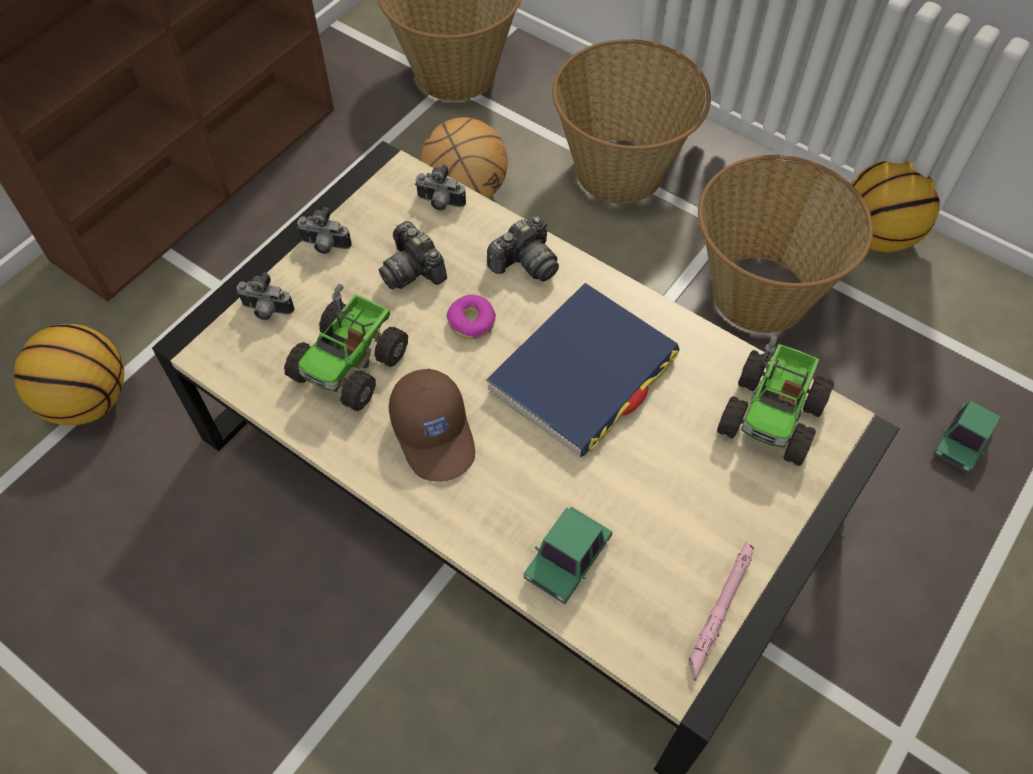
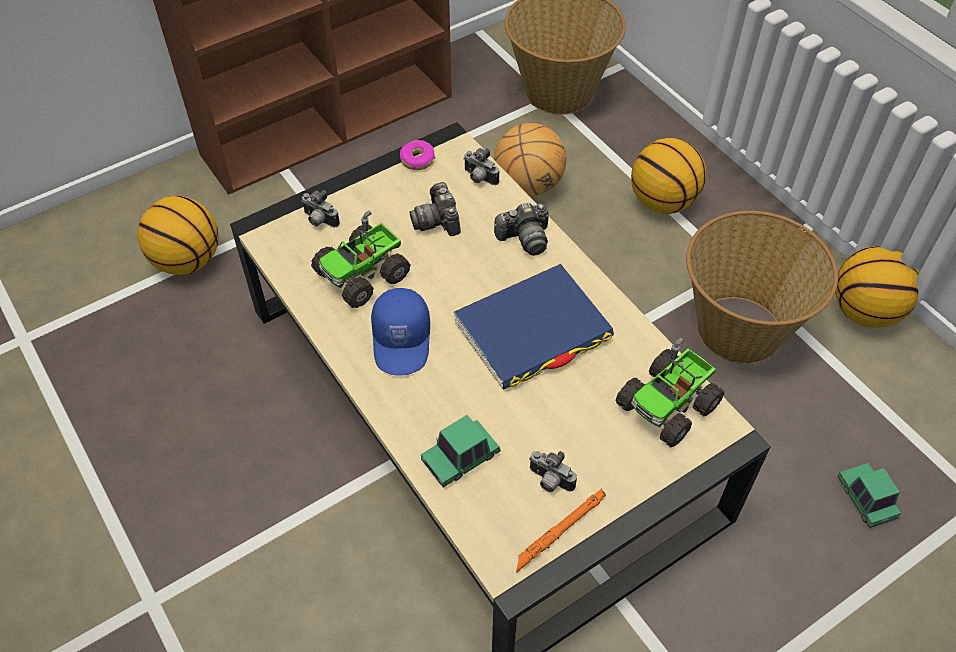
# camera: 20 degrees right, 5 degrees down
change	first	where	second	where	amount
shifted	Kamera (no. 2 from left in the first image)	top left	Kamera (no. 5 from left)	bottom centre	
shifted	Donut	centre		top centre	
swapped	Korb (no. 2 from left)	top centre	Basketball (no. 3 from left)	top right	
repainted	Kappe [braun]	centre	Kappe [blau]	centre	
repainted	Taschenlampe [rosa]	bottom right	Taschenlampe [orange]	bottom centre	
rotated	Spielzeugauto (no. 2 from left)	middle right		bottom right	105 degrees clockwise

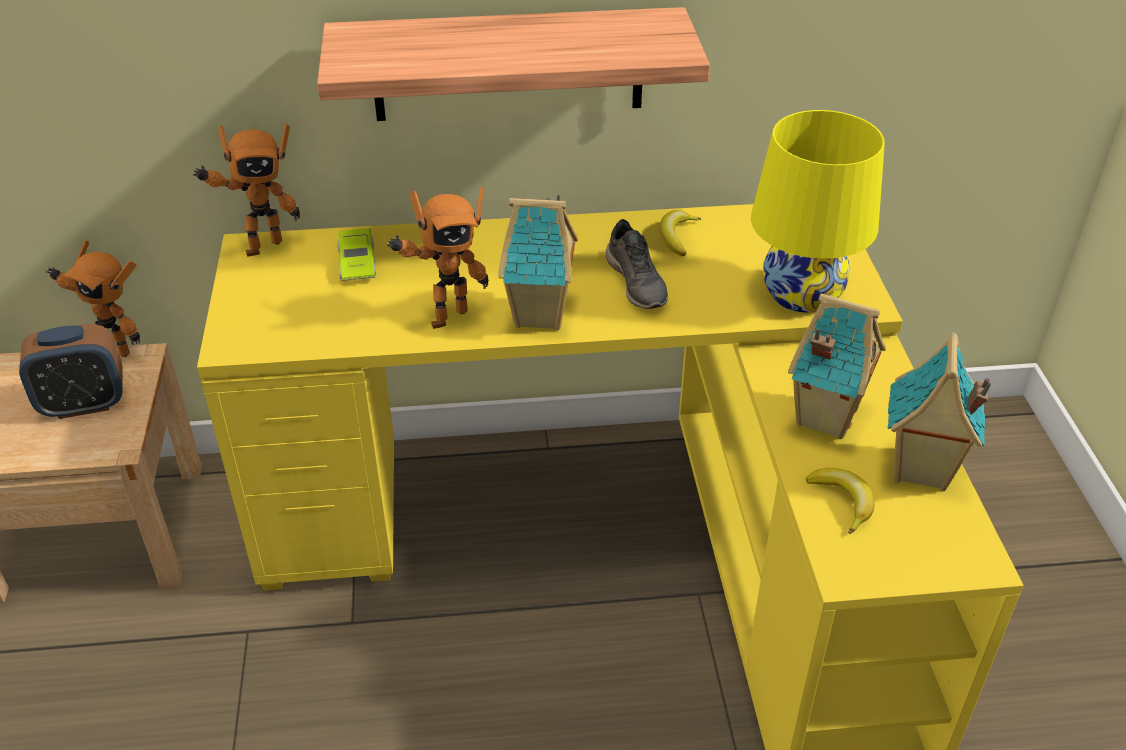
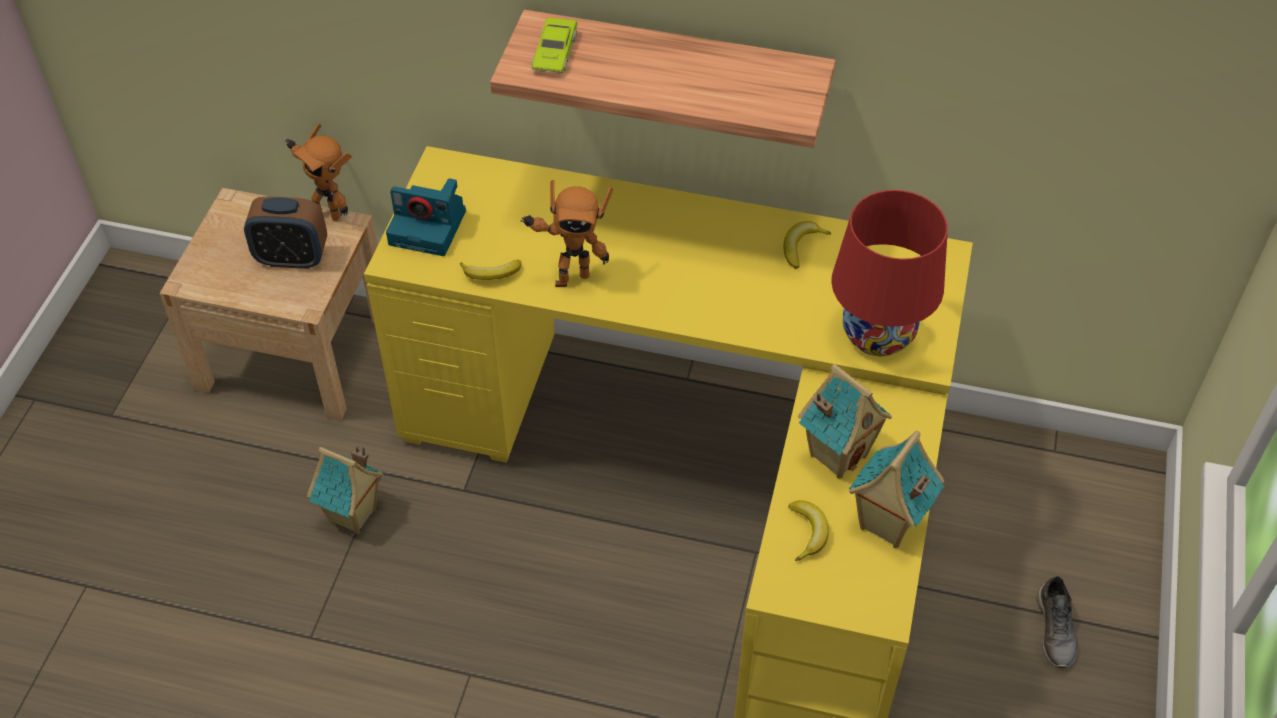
# camera: 20 degrees right, 10 degrees up
change	first	where	second	where	amount
gone	Spielzeugroboter (no. 2 from left)	top left			
new			Kamera	top centre	
new			Banane (no. 1 from left)	centre	
shifted	Spielzeugauto [grün]	middle left		top centre	
shifted	Spielzeughaus (no. 1 from left)	centre		bottom left	
shifted	Schuh [grau]	centre		bottom right	
repainted	Tischlampe [gelb]	top right	Tischlampe [rot]	middle right	

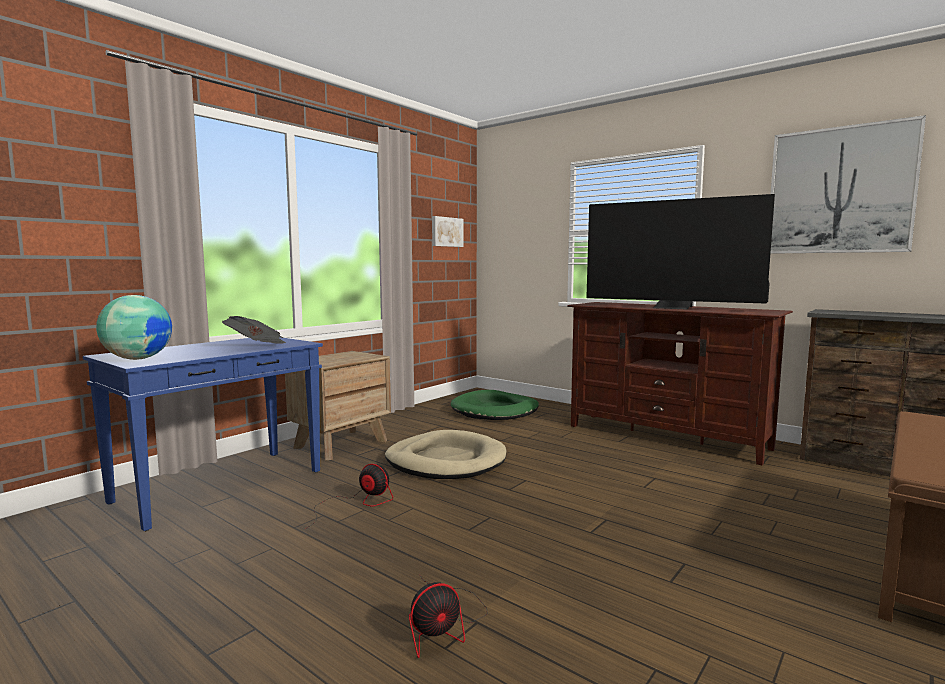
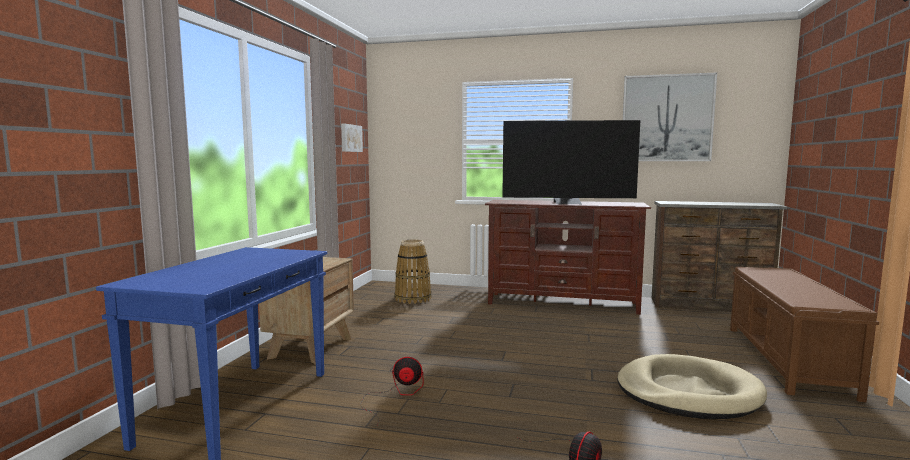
# camera: 25 degrees left, 0 degrees up
change	first	where	second	where	amount
gone	Globus	middle left			
gone	Zeitung	middle left			
shifted	Hundebett [beige]	centre		bottom right	
swapped	Hundebett [grün]	centre	Korb	centre	

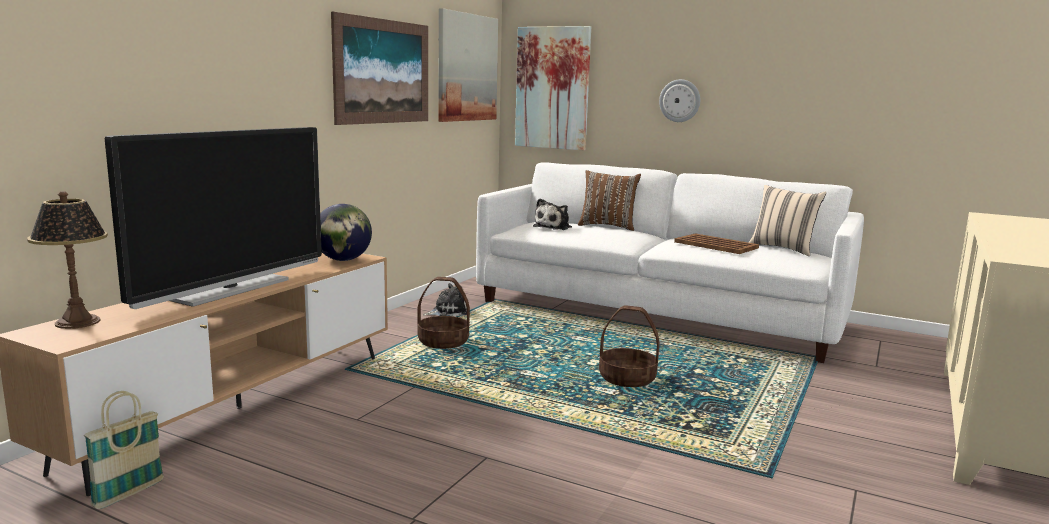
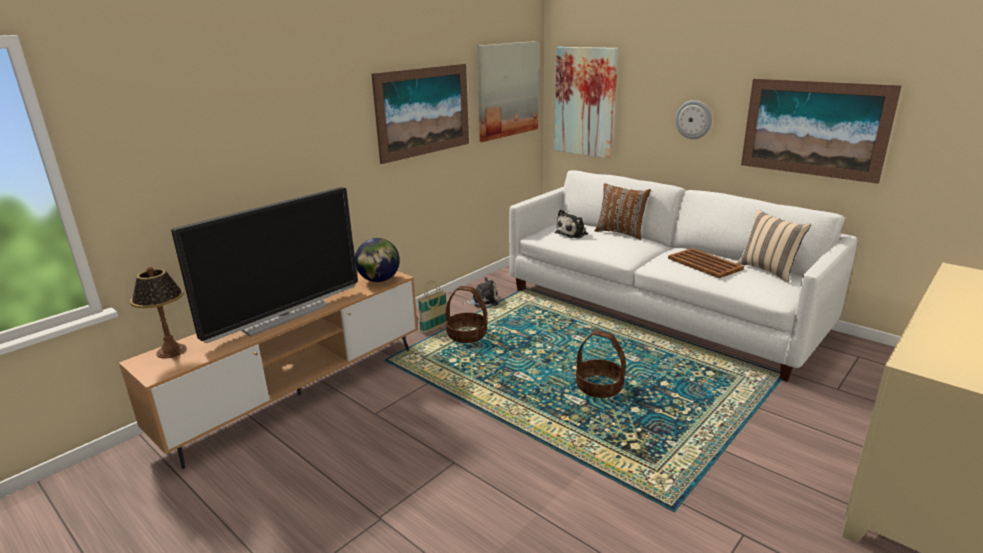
# camera: 15 degrees right, 10 degrees up
change	first	where	second	where	amount
new			Bild (no. 4 from left)	top right	
shifted	Korb (no. 1 from left)	bottom left		centre	

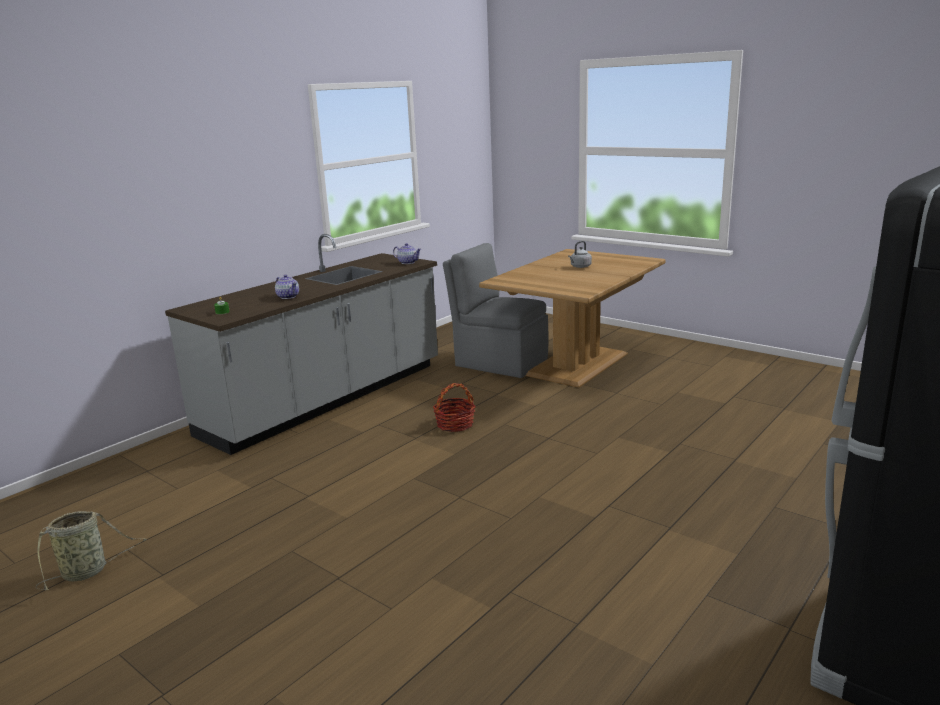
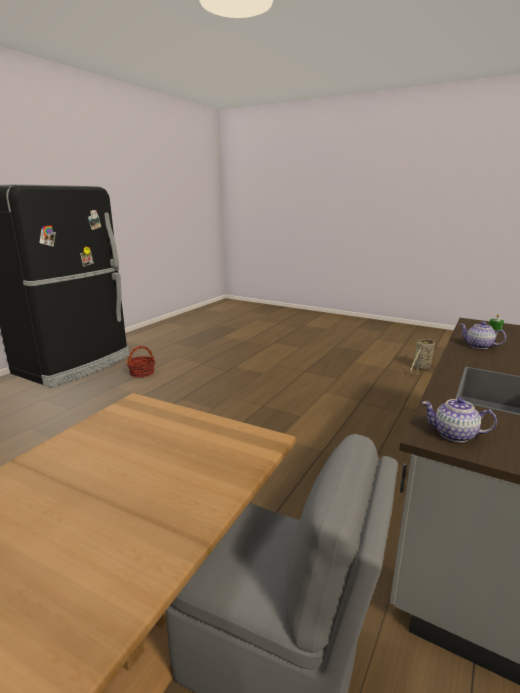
# camera: 170 degrees right, 0 degrees up
change	first	where	second	where	amount
gone	Wasserkessel [grau]	centre			
shifted	Korb (no. 2 from left in the first image)	centre	Korb (no. 1 from left)	middle left	

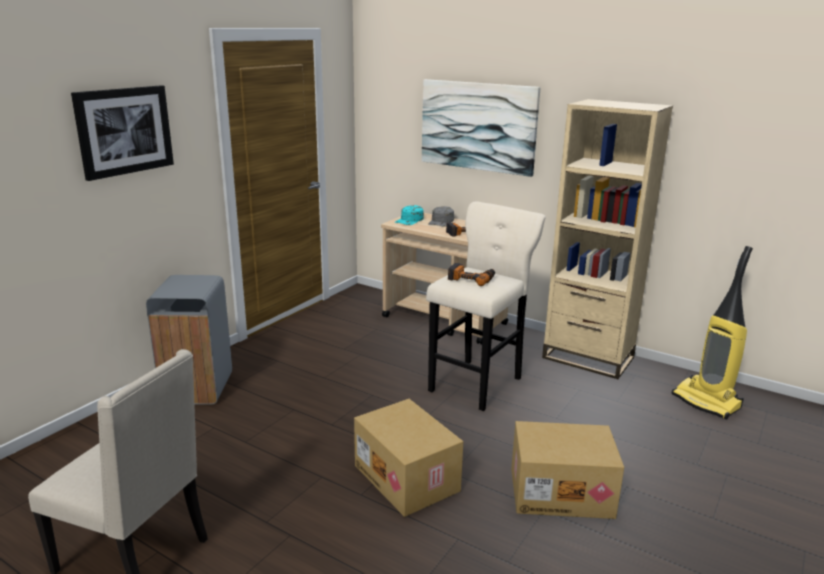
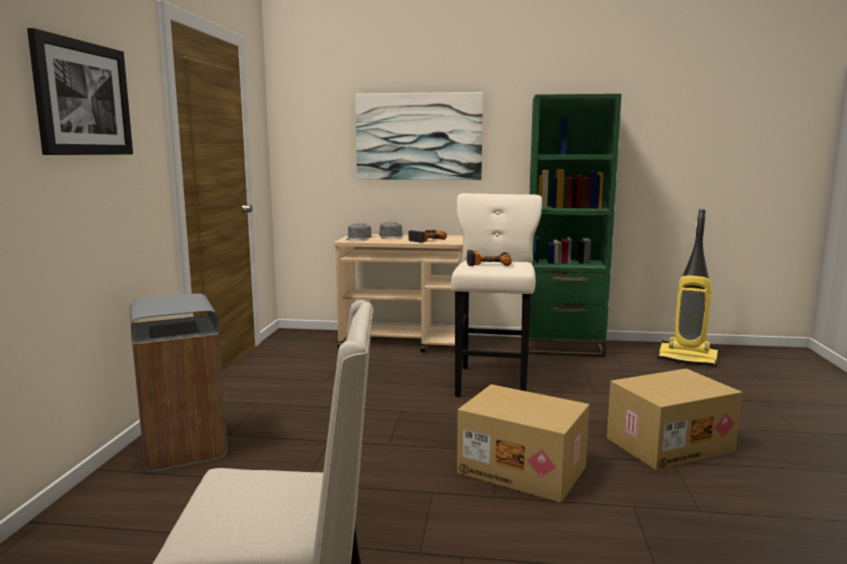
# camera: 25 degrees left, 10 degrees down
change	first	where	second	where	amount
repainted	Kappe [türkis]	centre	Kappe [grau] (no. 1 from left)	centre	
repainted	Bücherregal [beige]	middle right	Bücherregal [grün]	middle right	

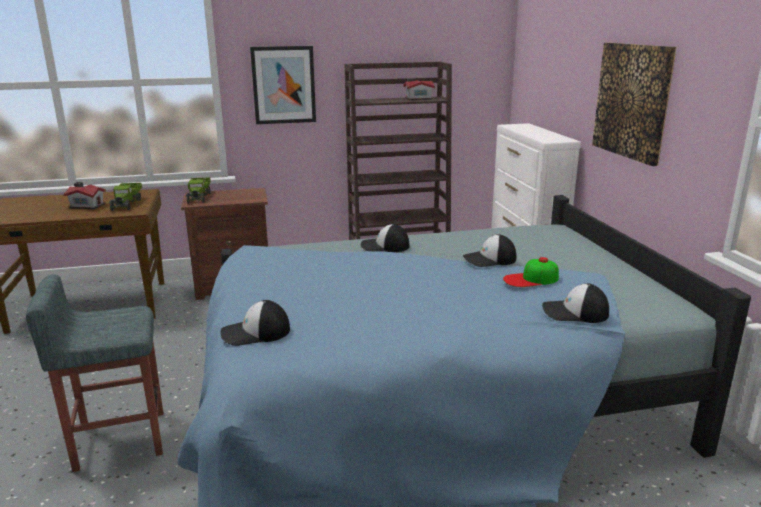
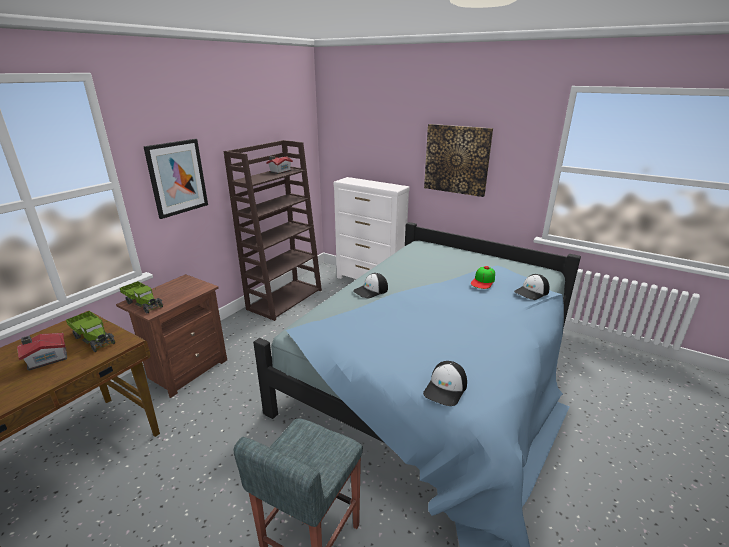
# camera: 45 degrees left, 5 degrees up
change	first	where	second	where	amount
gone	Kappe (no. 3 from left)	centre			

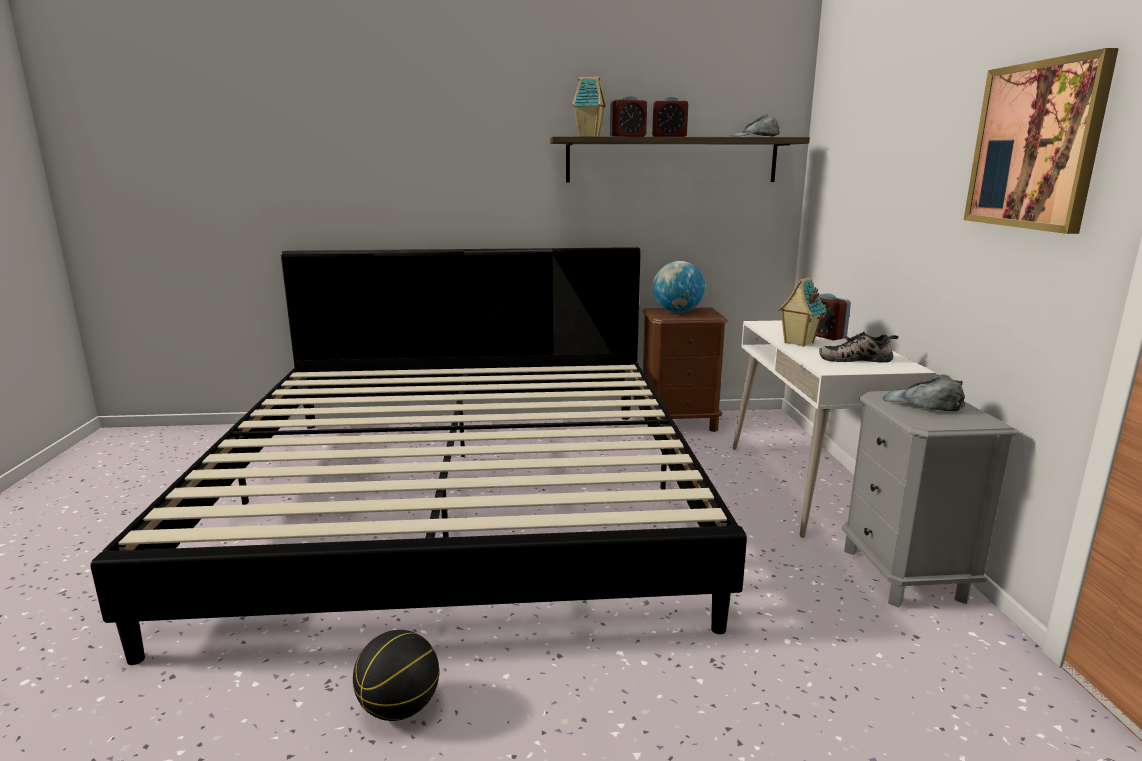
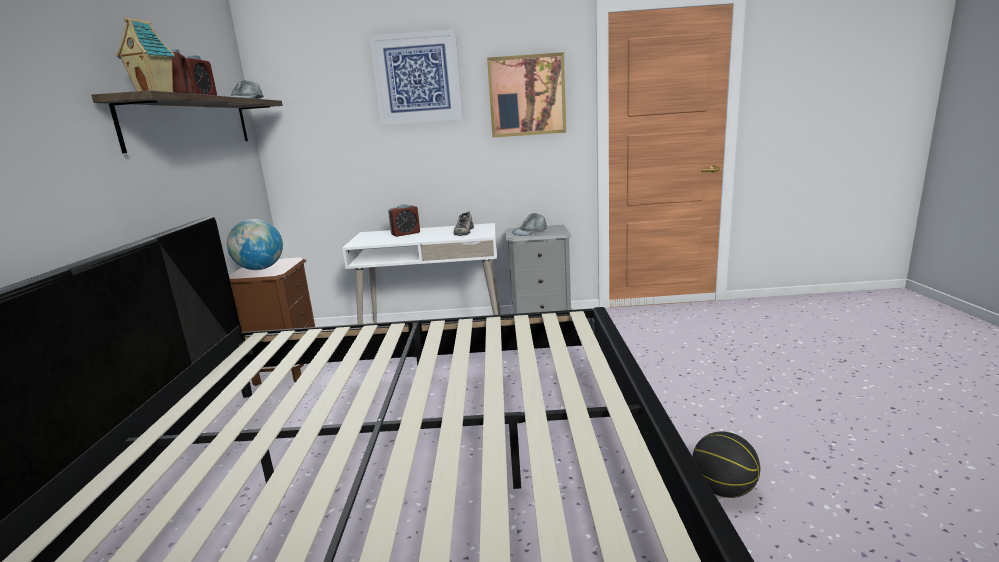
# camera: 85 degrees left, 0 degrees up
change	first	where	second	where	amount
gone	Spielzeughaus (no. 2 from left)	middle right			
new			Bild (no. 1 from left)	top centre	

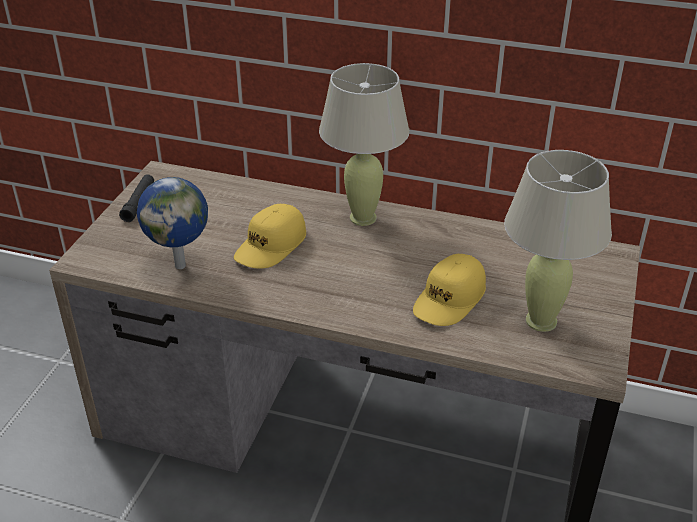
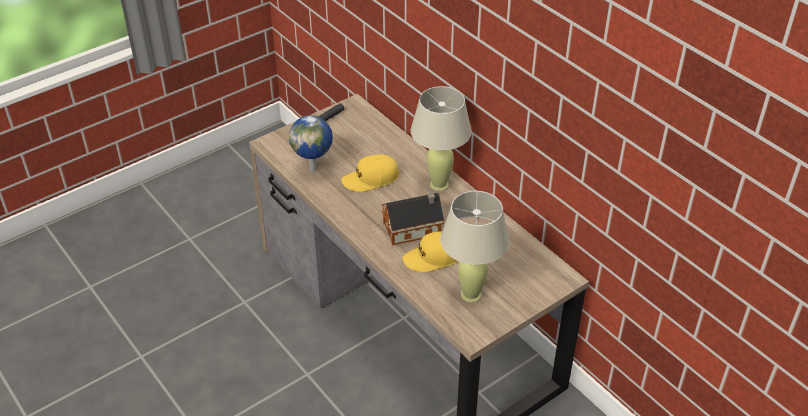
# camera: 35 degrees right, 5 degrees up
change	first	where	second	where	amount
new			Spielzeughaus	centre	

